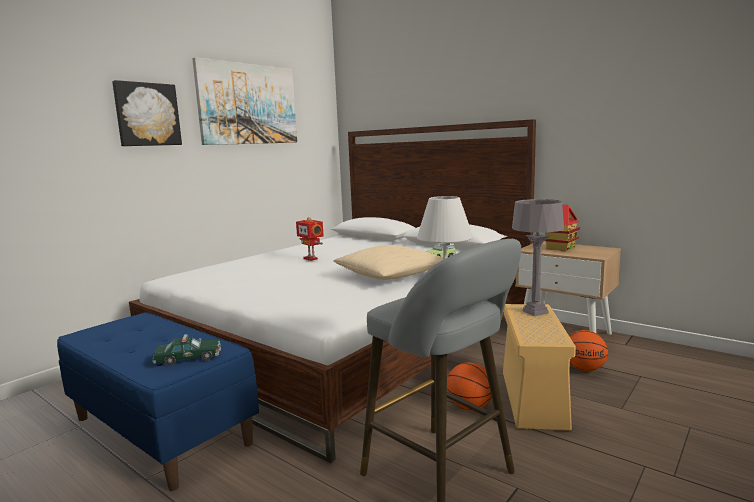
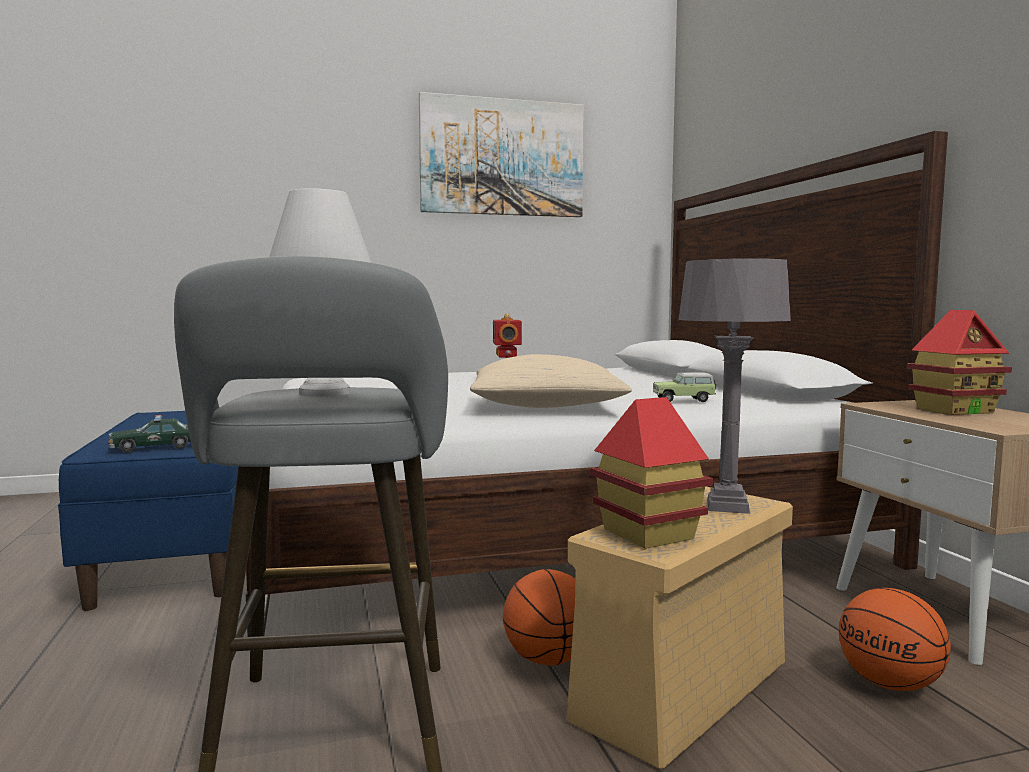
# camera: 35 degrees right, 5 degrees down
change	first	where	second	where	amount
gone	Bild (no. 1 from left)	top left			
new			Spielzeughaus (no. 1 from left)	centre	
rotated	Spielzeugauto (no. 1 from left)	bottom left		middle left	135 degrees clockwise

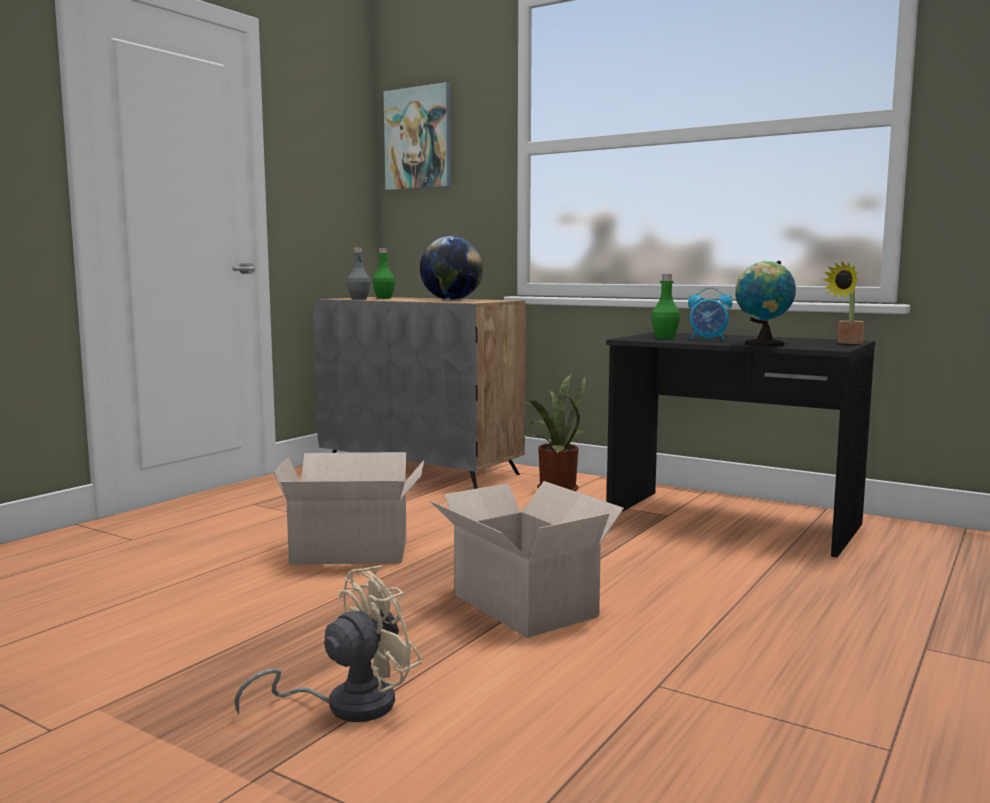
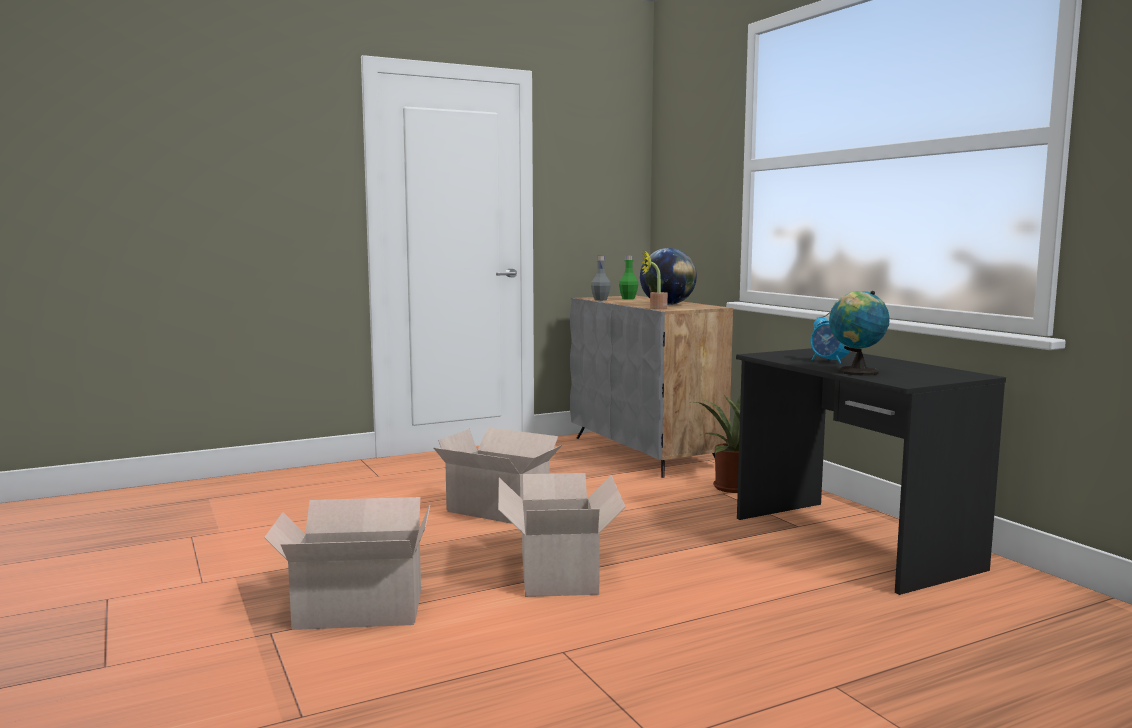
# camera: 30 degrees right, 0 degrees up
change	first	where	second	where	amount
gone	Bild	top centre			
gone	Flasche [grün] (no. 2 from left)	middle right			
shifted	Topfpflanze (no. 2 from left in the first image)	middle right	Topfpflanze (no. 1 from left)	centre	
swapped	Ventilator [beige]	bottom left	Karton (no. 1 from left)	bottom left	

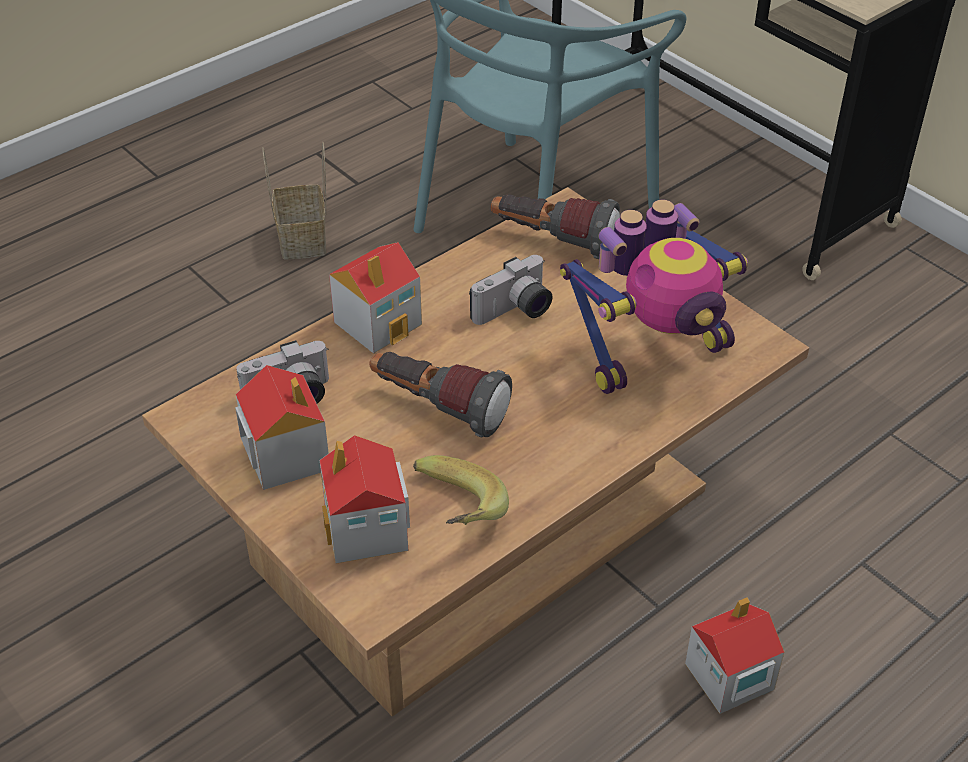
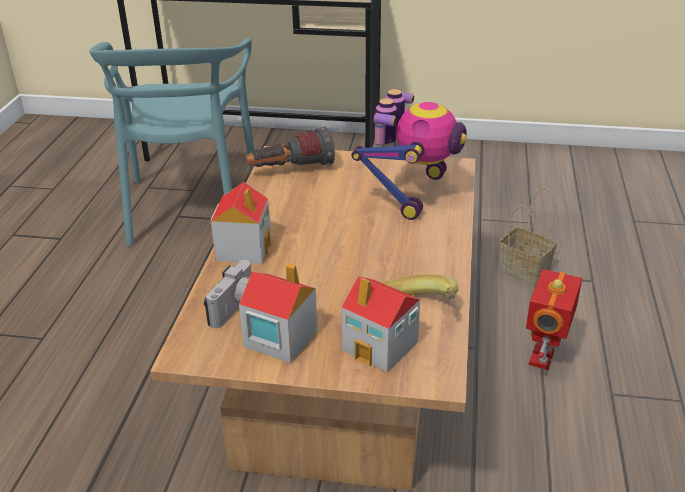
# camera: 40 degrees left, 10 degrees down
change	first	where	second	where	amount
gone	Taschenlampe (no. 1 from left)	centre			
gone	Kamera (no. 2 from left)	centre			
shifted	Korb	top left		middle right	
swapped	Spielzeughaus (no. 4 from left)	bottom right	Spielzeugroboter (no. 2 from left)	middle right	

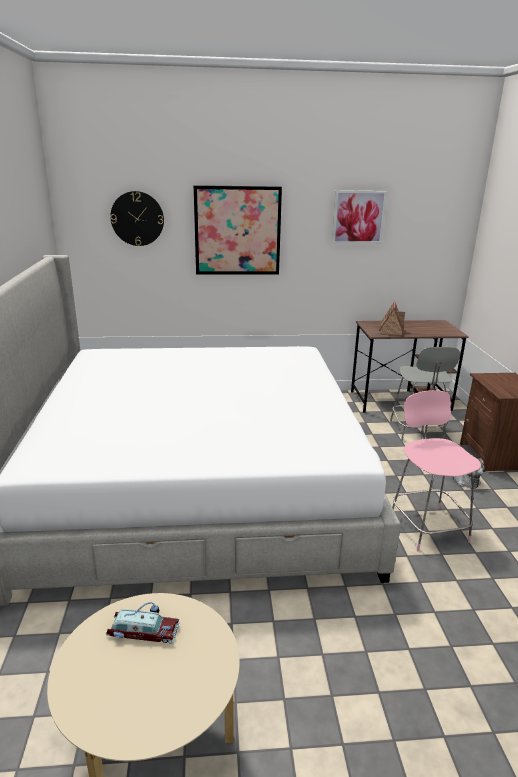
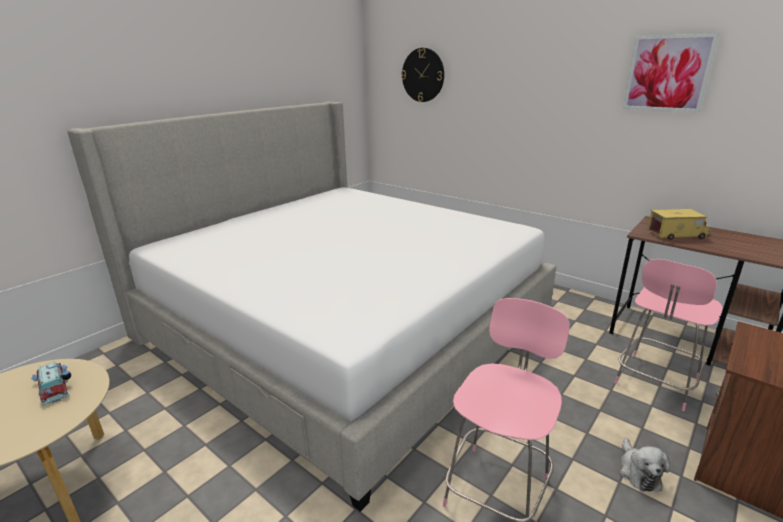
# camera: 45 degrees right, 0 degrees up
change	first	where	second	where	amount
gone	Bild (no. 1 from left)	top centre			
swapped	Spielzeughaus	middle right	Spielzeuglaster	middle right	
repainted	Stuhl [grau]	middle right	Stuhl [rosa] (no. 2 from left)	middle right	

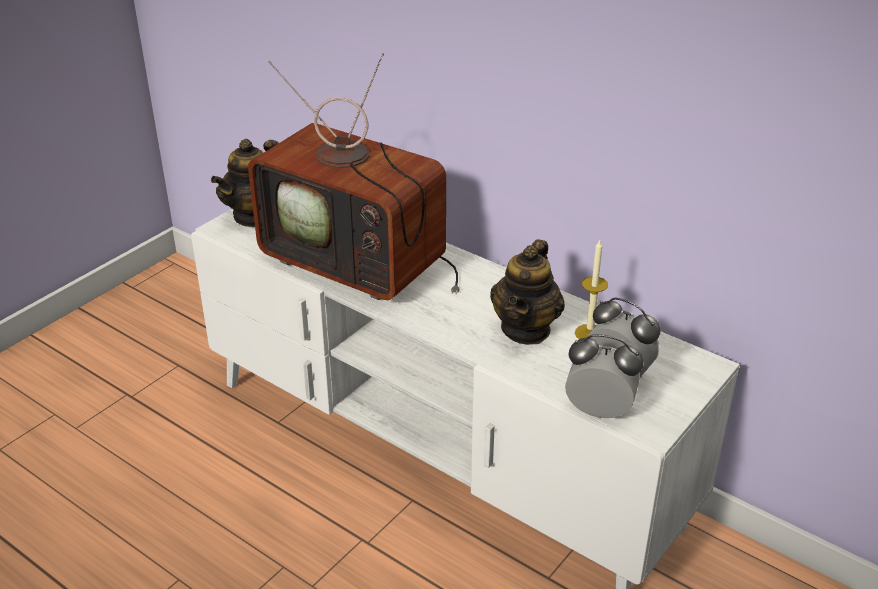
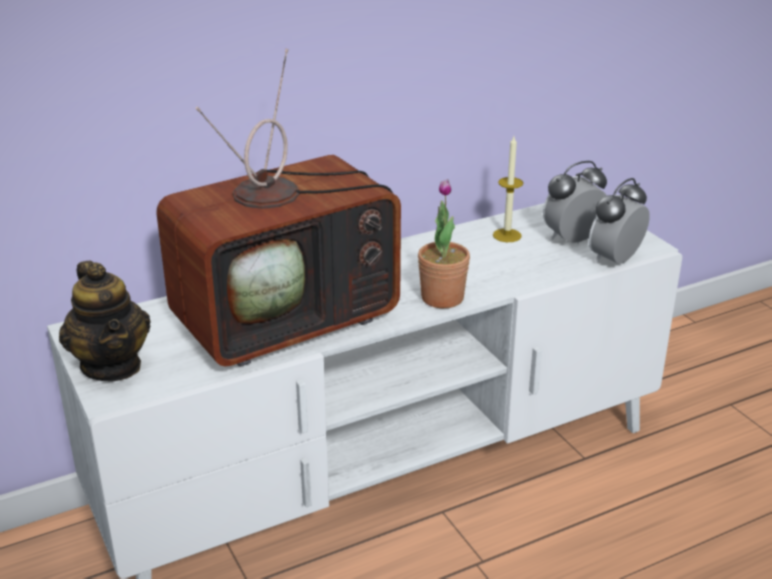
# camera: 65 degrees left, 5 degrees down
change	first	where	second	where	amount
gone	Teekanne (no. 2 from left)	centre			
new			Topfpflanze	centre	

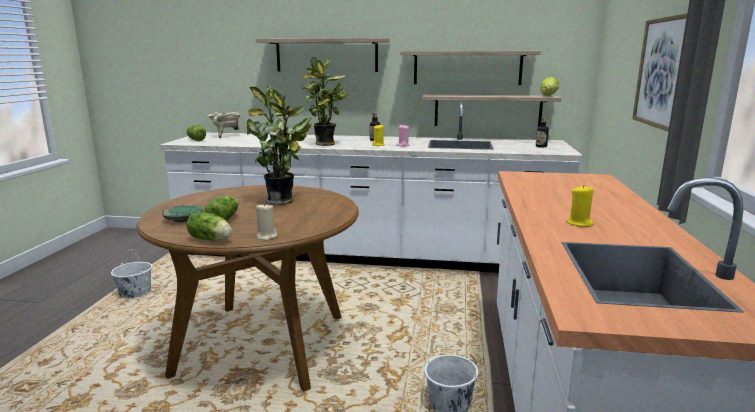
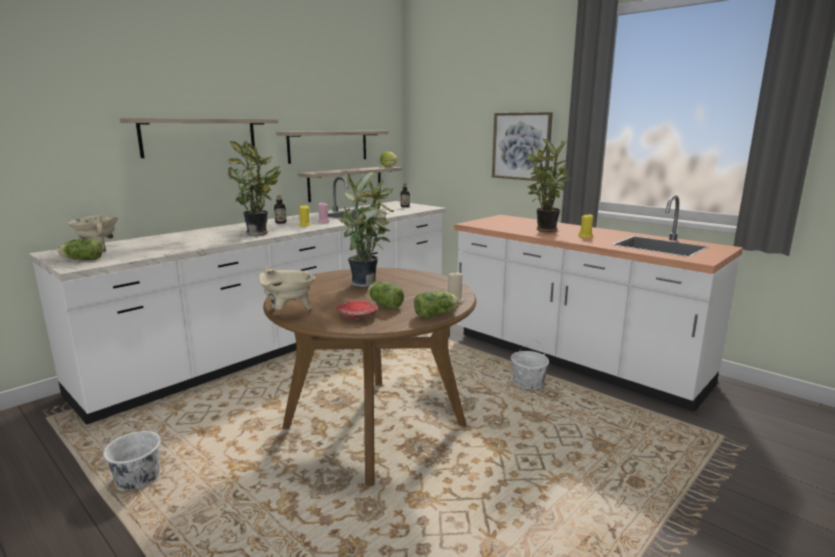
# camera: 55 degrees left, 0 degrees up
change	first	where	second	where	amount
new			Kochtopf [beige] (no. 2 from left)	centre	
new			Topfpflanze (no. 3 from left)	top centre	
repainted	Teller [grün]	middle left	Teller [rot]	centre	

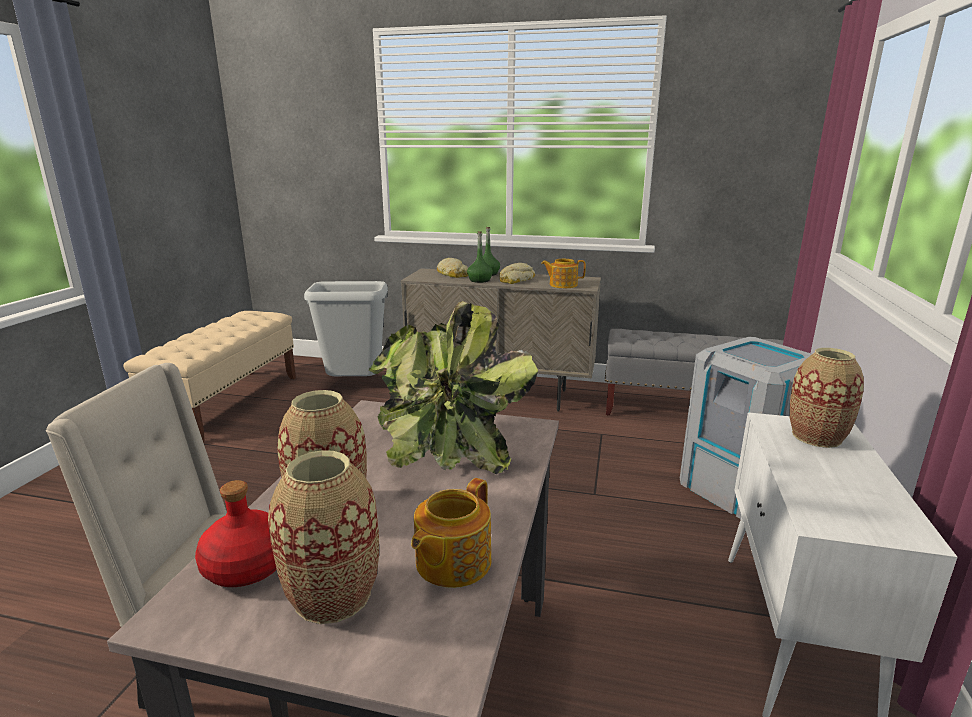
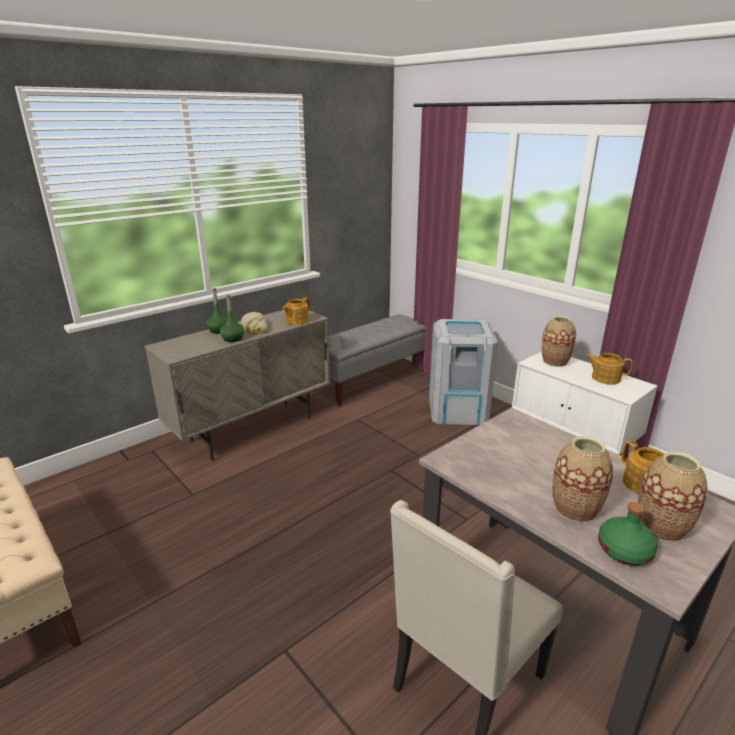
# camera: 55 degrees left, 5 degrees up
change	first	where	second	where	amount
gone	Mülleimer [grau] (no. 1 from left)	centre			
gone	Topfpflanze	centre			
gone	Brot (no. 1 from left)	centre			
new			Teekanne (no. 2 from left)	middle right	
repainted	Flasche [rot]	bottom left	Flasche [grün] (no. 3 from left)	bottom right	

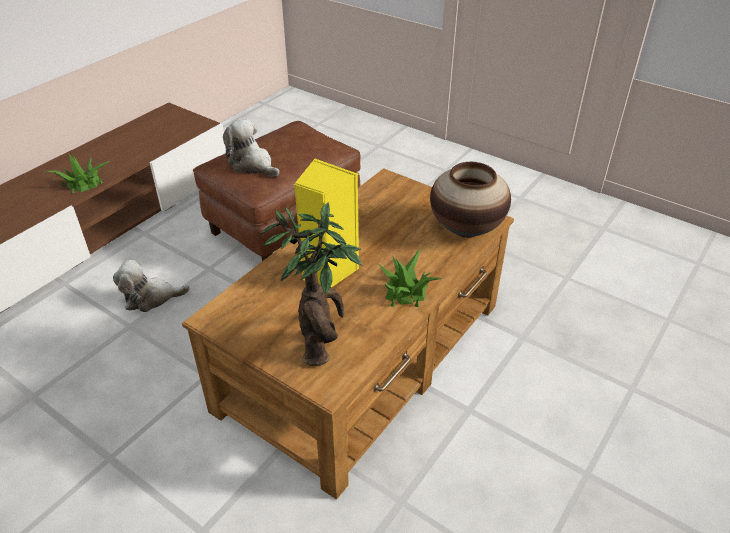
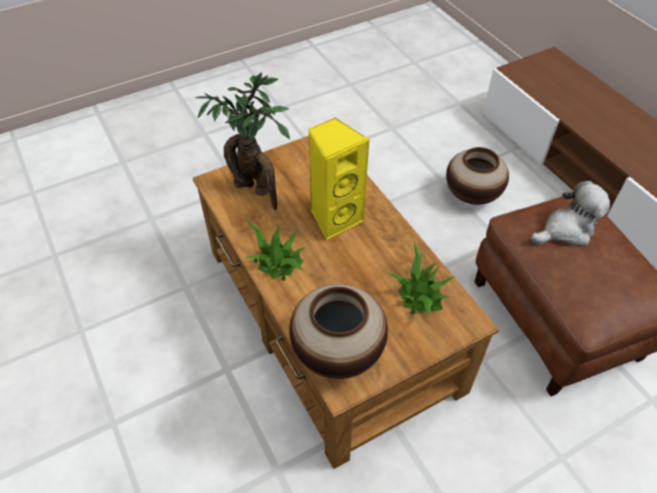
# camera: 115 degrees right, 10 degrees up
change	first	where	second	where	amount
shifted	Topfpflanze (no. 1 from left in the first image)	top left	Topfpflanze (no. 3 from left)	centre	
swapped	Plüschtier (no. 1 from left)	middle left	Vase (no. 2 from left)	middle right	

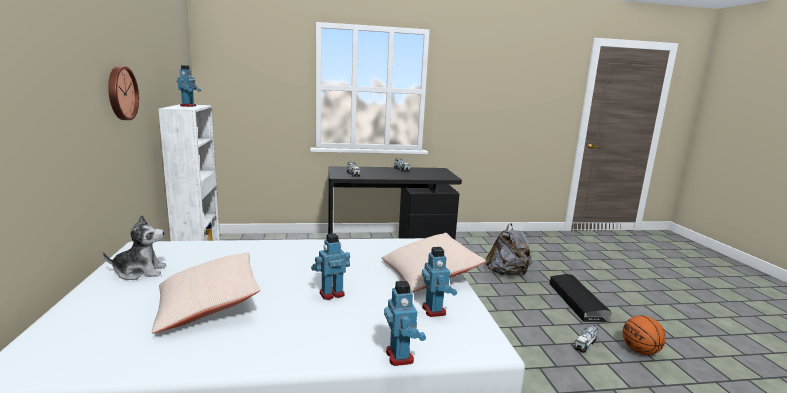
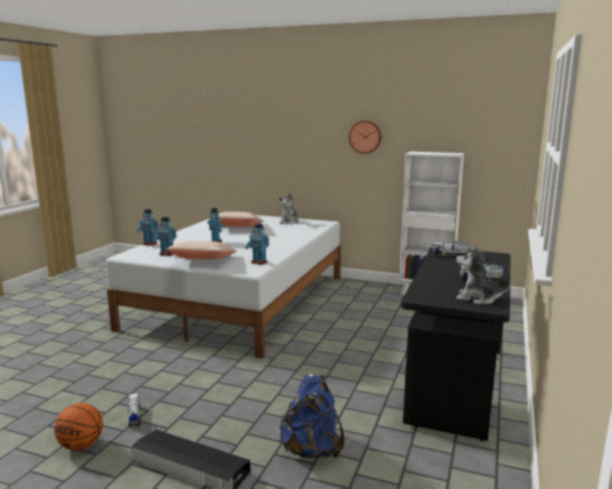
# camera: 120 degrees right, 0 degrees up
change	first	where	second	where	amount
new			Plüschtier (no. 2 from left)	middle right	
shifted	Spielzeugroboter (no. 1 from left in the first image)	top left	Spielzeugroboter (no. 4 from left)	centre	
repainted	Rucksack [grau]	centre	Rucksack [blau]	bottom centre	

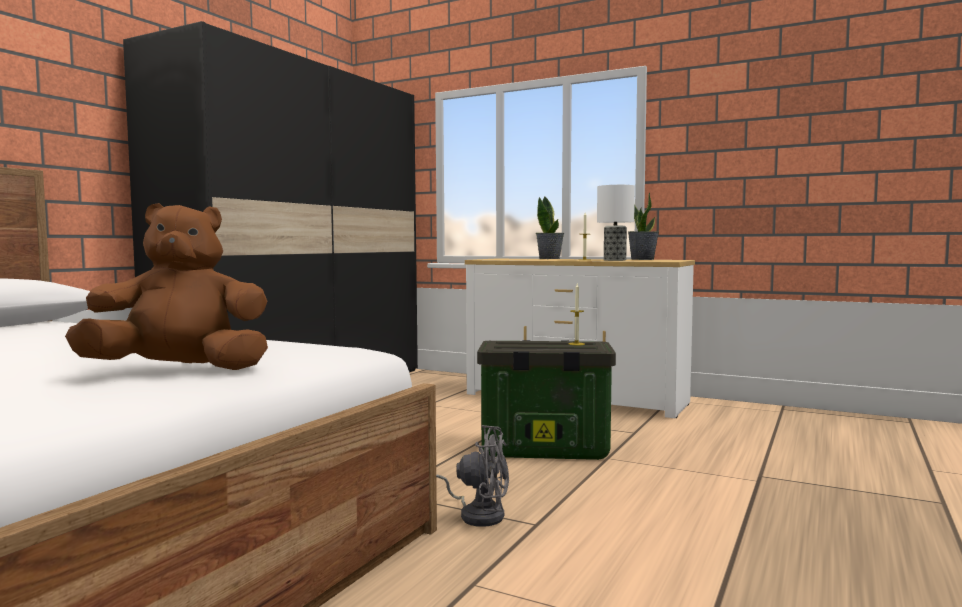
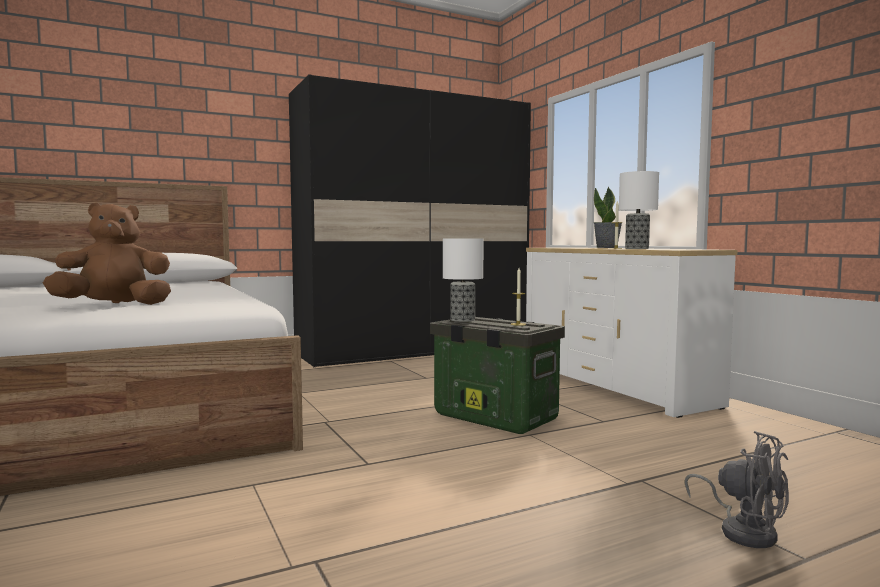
# camera: 35 degrees right, 0 degrees up
change	first	where	second	where	amount
gone	Topfpflanze (no. 2 from left)	middle right			
new			Tischlampe (no. 1 from left)	centre	
shifted	Ventilator [grau]	bottom centre		bottom right	
rotated	Plüschtier [braun]	middle left		middle left	45 degrees counterclockwise

